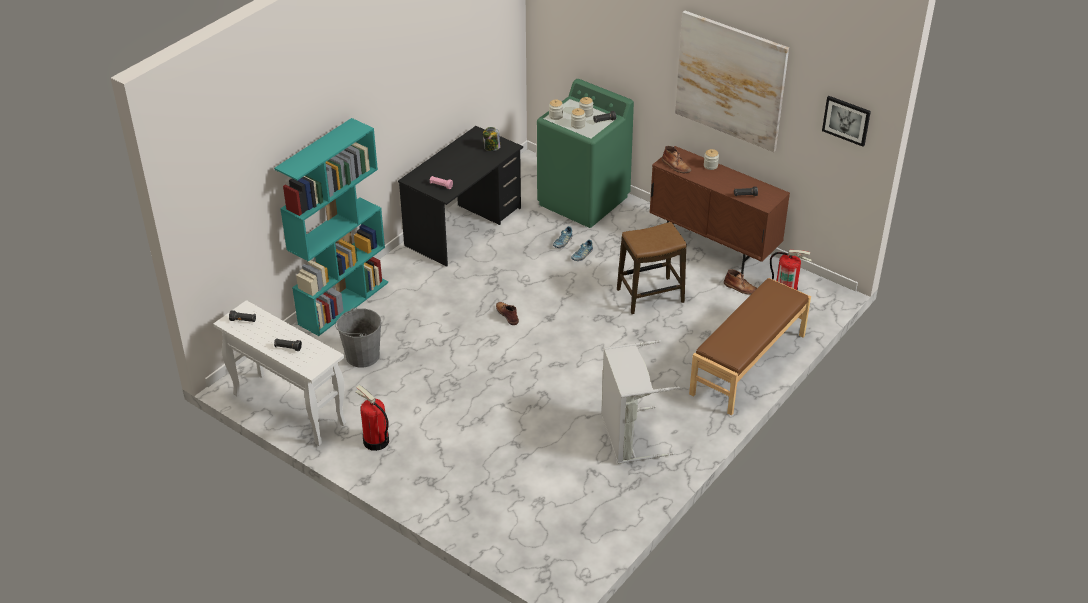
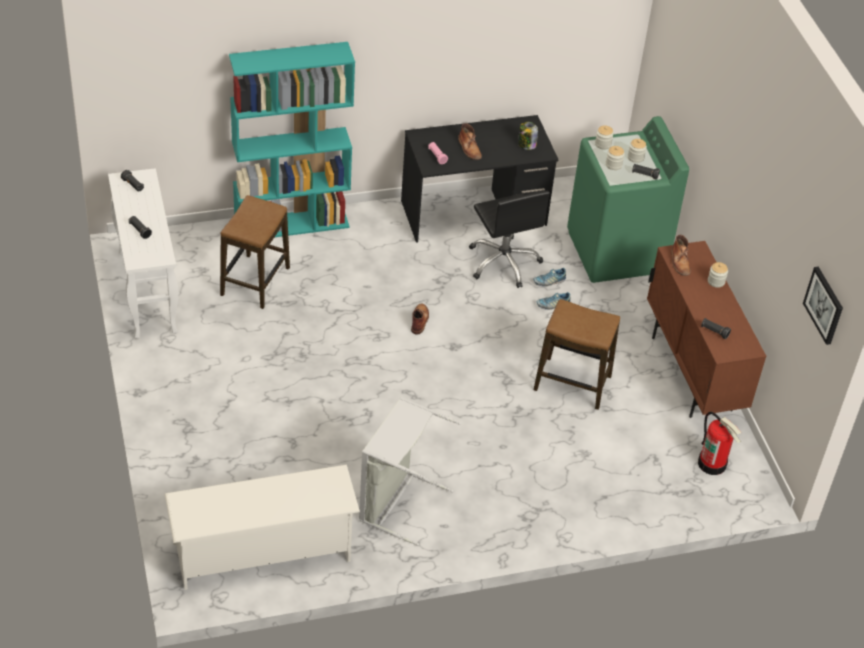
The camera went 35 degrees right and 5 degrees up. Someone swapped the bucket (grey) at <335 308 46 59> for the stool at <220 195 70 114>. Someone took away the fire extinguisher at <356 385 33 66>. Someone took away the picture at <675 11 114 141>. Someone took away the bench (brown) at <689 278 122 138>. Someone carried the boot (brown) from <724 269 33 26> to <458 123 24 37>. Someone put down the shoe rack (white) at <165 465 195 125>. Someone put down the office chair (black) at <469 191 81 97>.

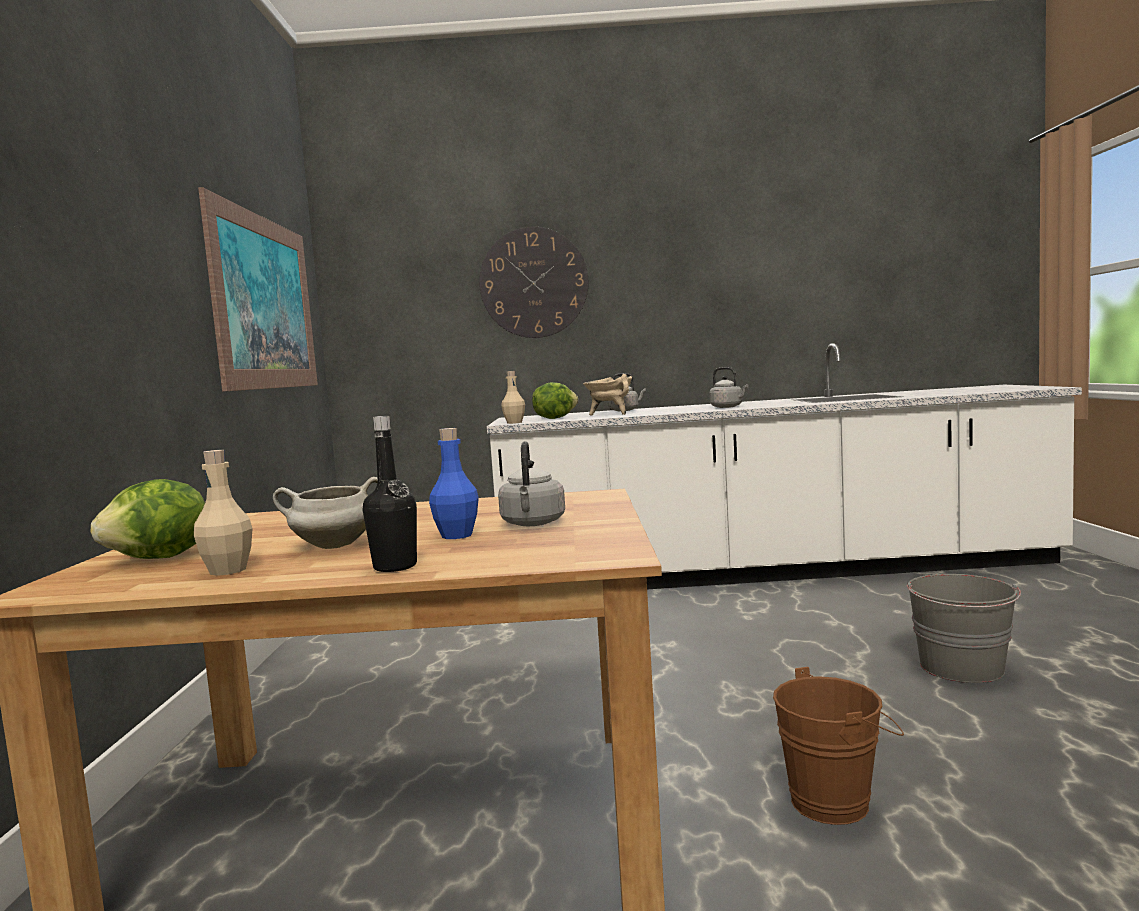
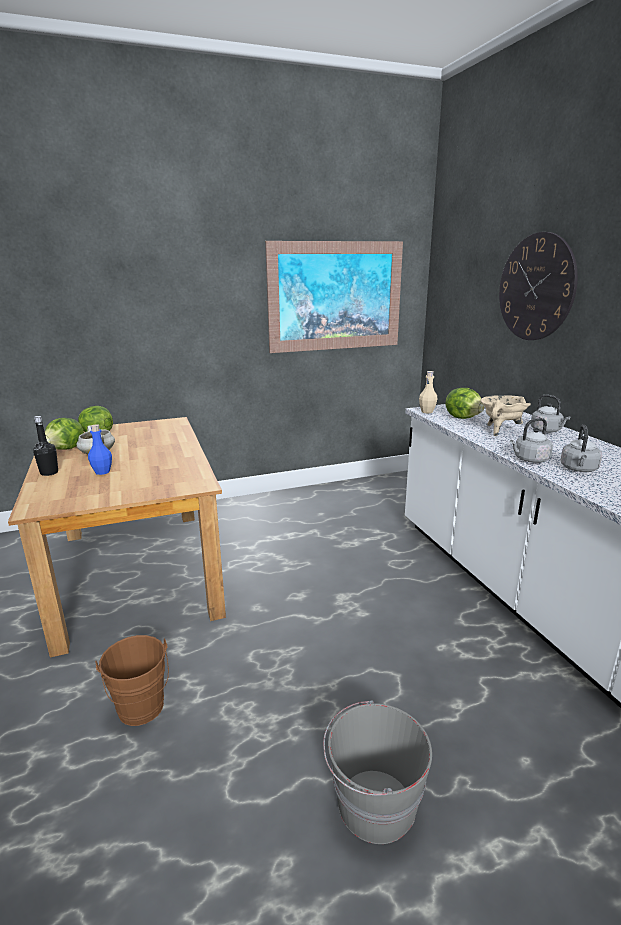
The camera went 70 degrees right and 15 degrees up. Someone swapped the bottle (beige) at <194 450 59 126> for the lettuce at <45 418 39 32>. Someone carried the kettle (grey) from <498 441 67 85> to <510 418 43 45>.

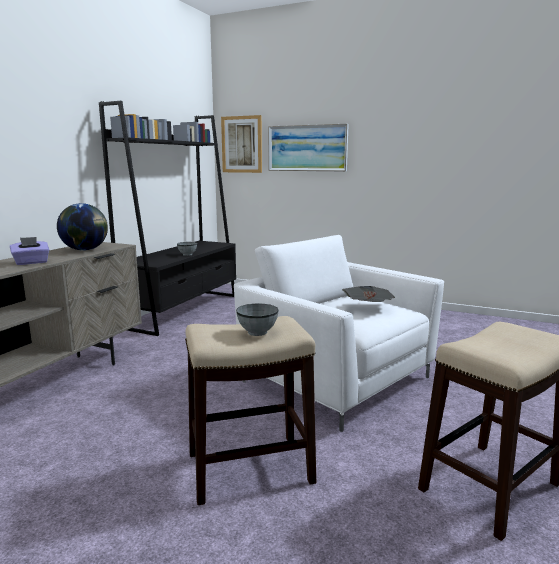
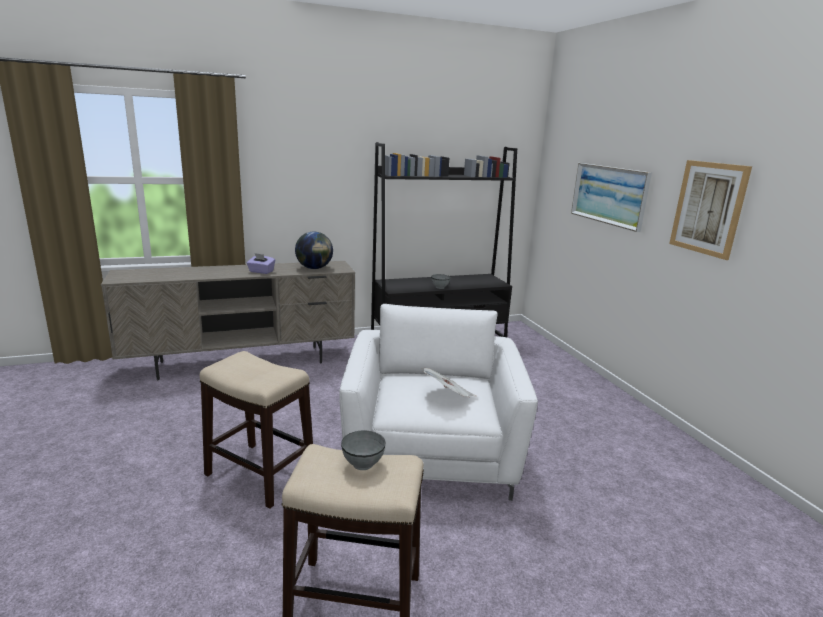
The camera went 45 degrees right and 5 degrees up. Someone carried the picture from <221 115 41 58> to <669 160 83 100>. Someone carried the bowl (grey) from <236 303 42 33> to <341 430 45 40>.

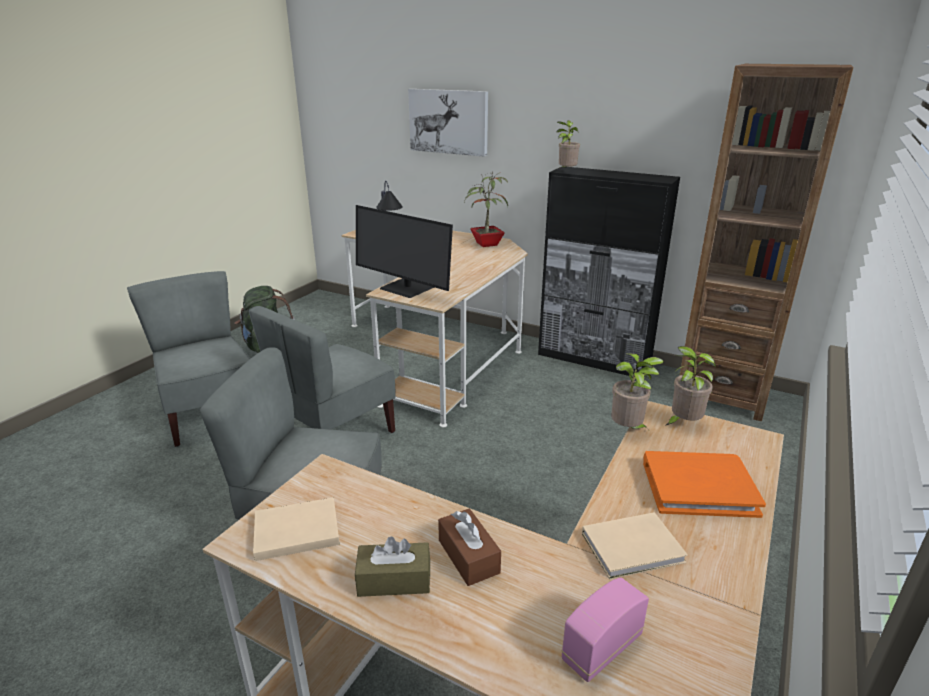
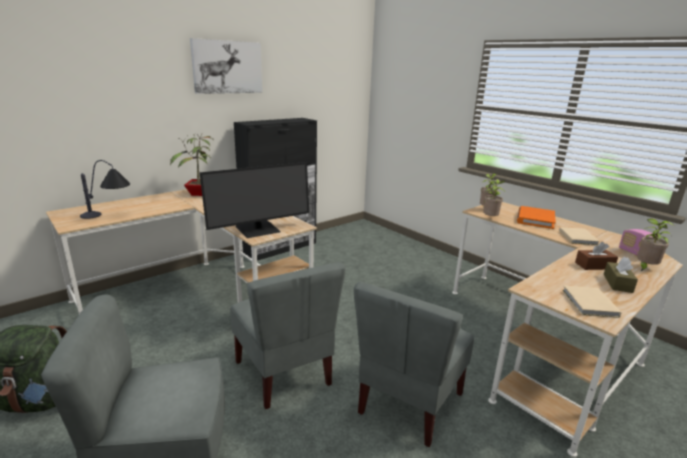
The camera went 70 degrees left and 5 degrees down. Someone carried the picture from <408 89 80 68> to <190 38 72 56>. Someone carried the potted plant from <556 120 24 49> to <637 219 38 53>. Someone took away the bookcase (brown) at <679 64 175 358>.

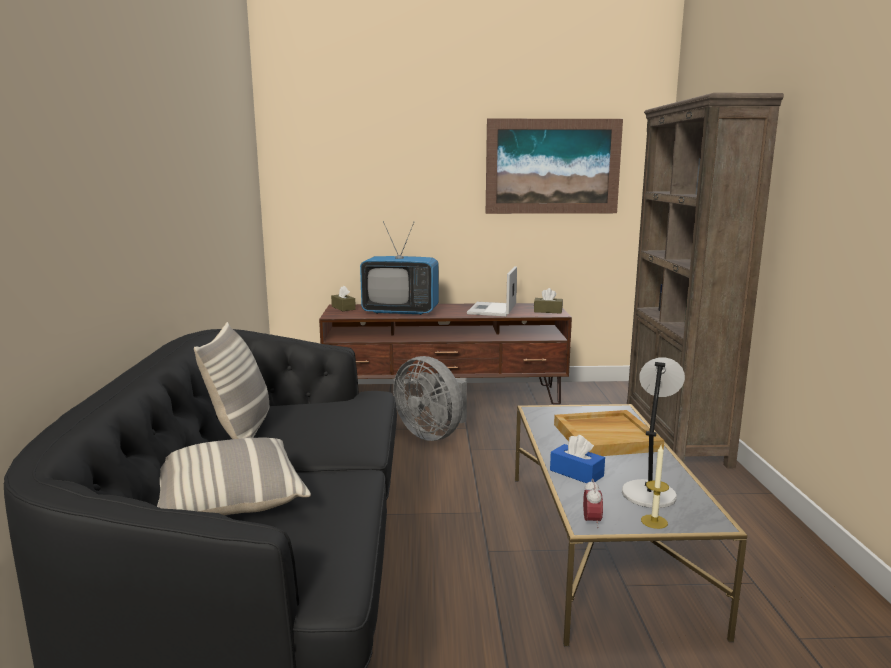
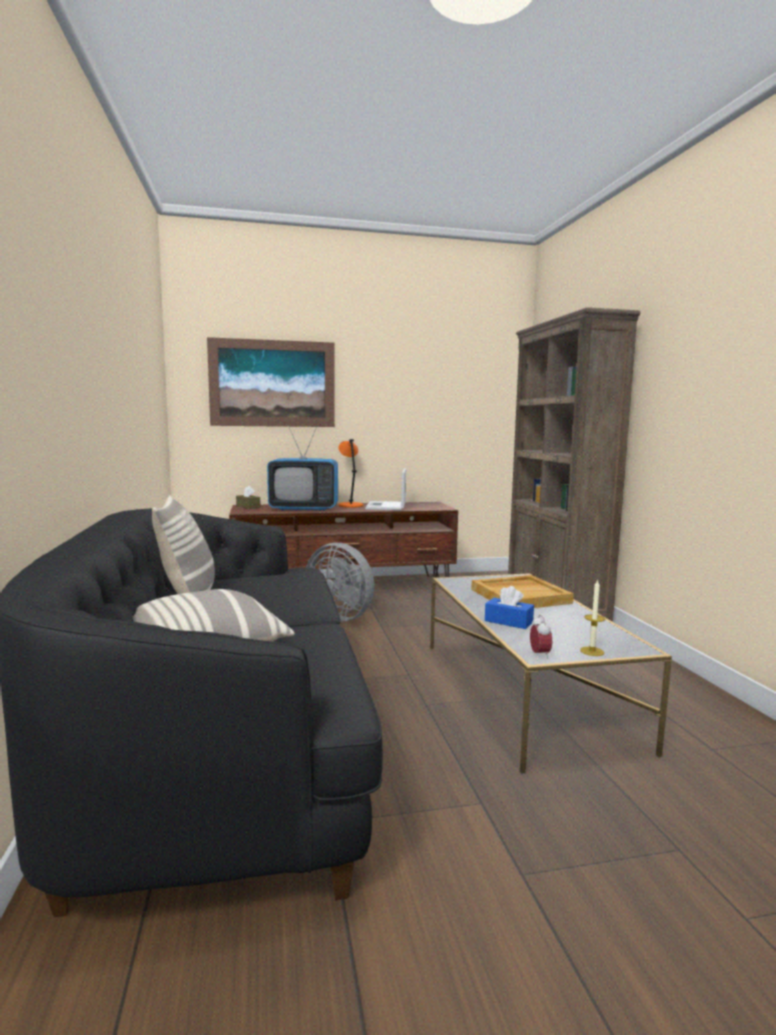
The camera went 10 degrees left and 5 degrees down. Someone carried the picture from <486 119 137 95> to <207 337 128 90>. Someone took away the tissue box (brown) at <534 288 29 25>. Someone took away the table lamp (grey) at <622 357 63 151>. Someone put down the table lamp (orange) at <339 439 25 69>.

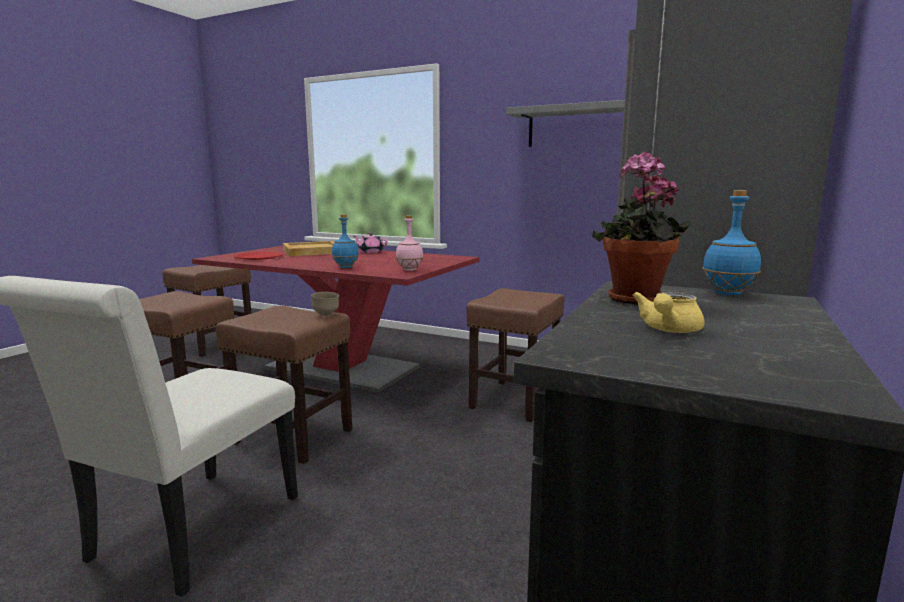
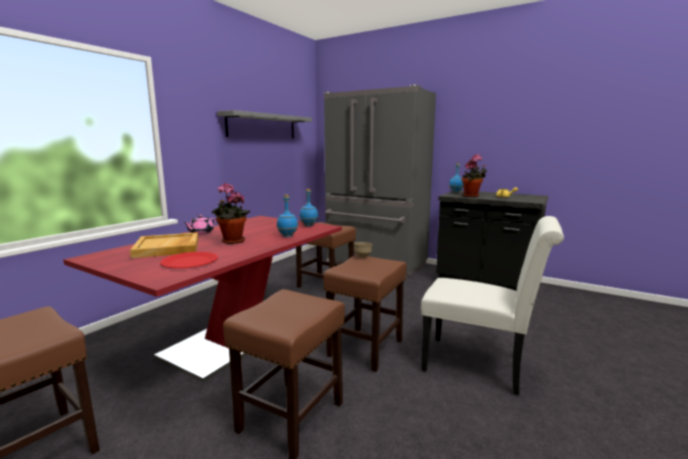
The camera went 85 degrees left and 0 degrees up. Someone repainted the bottle (pink) at <396 215 27 56>, which became the bottle (blue) at <300 189 18 37>. Someone put down the potted plant at <212 183 38 61>.

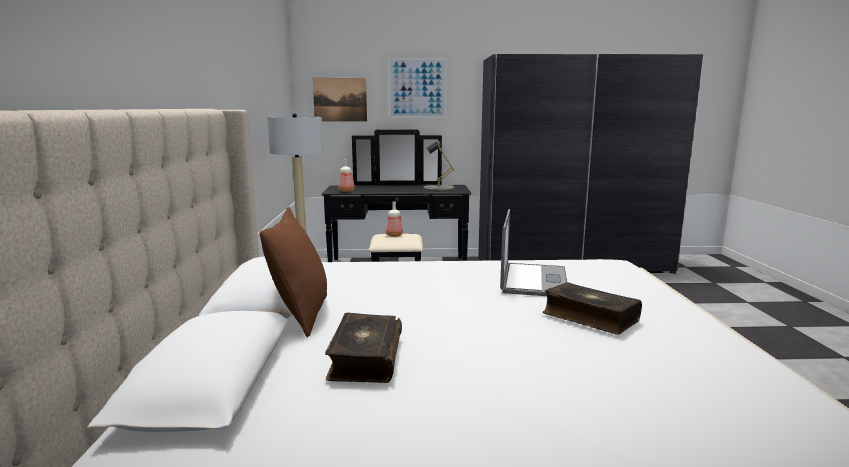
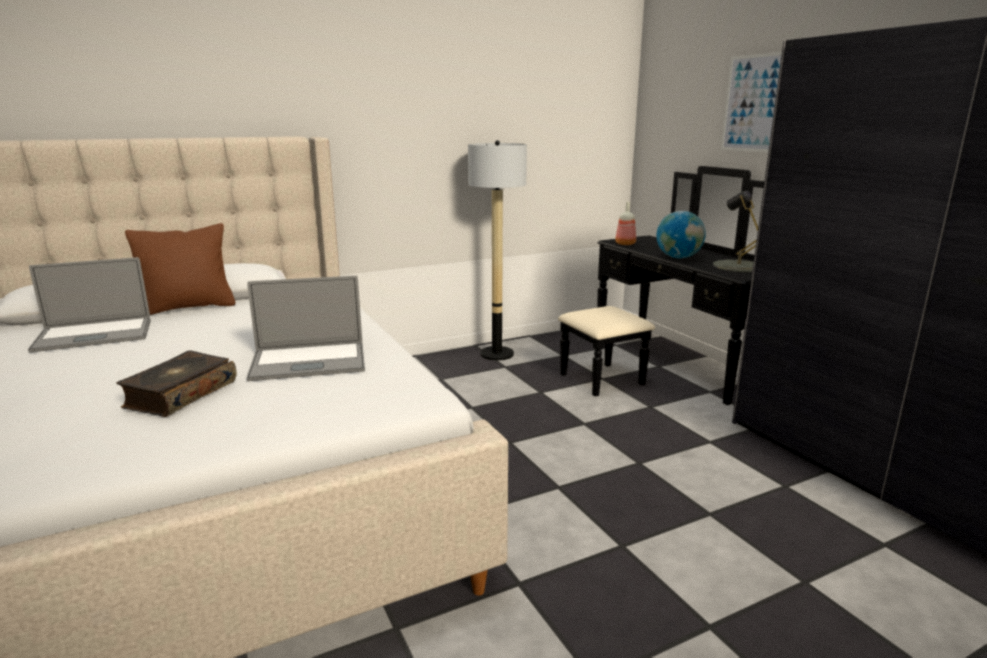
The camera went 65 degrees right and 5 degrees up. Someone took away the picture at <313 78 54 44>. Someone swapped the book at <325 313 77 70> for the laptop at <28 257 123 96>. Someone took away the bottle at <386 201 17 36>. Someone put down the globe at <657 211 49 47>.

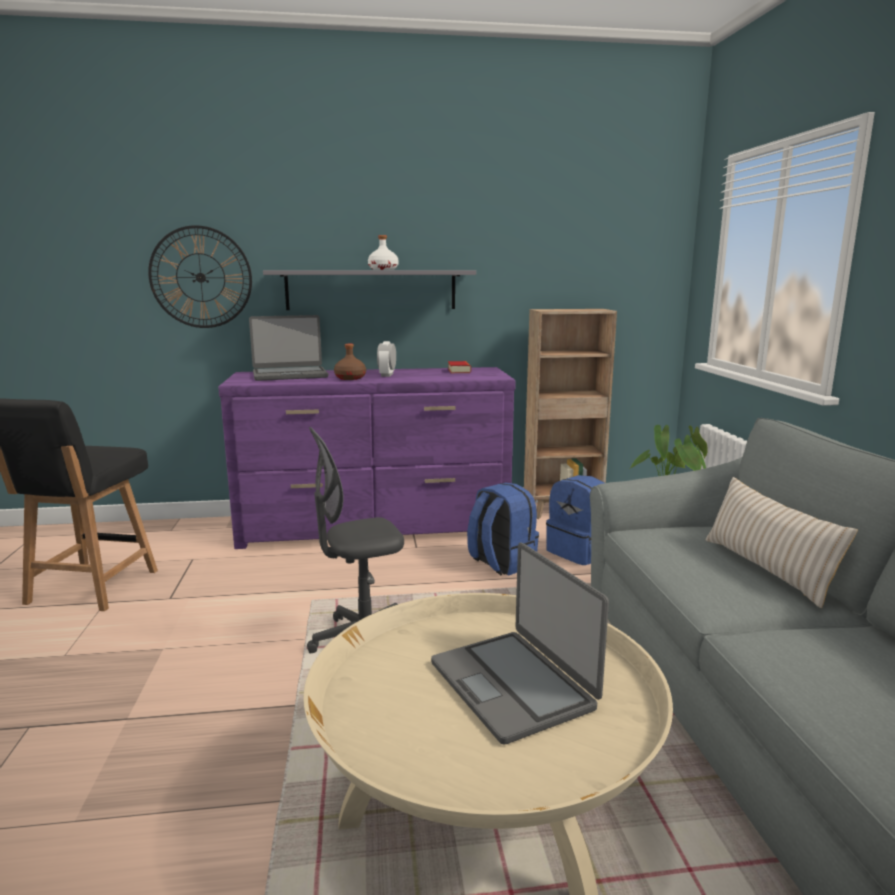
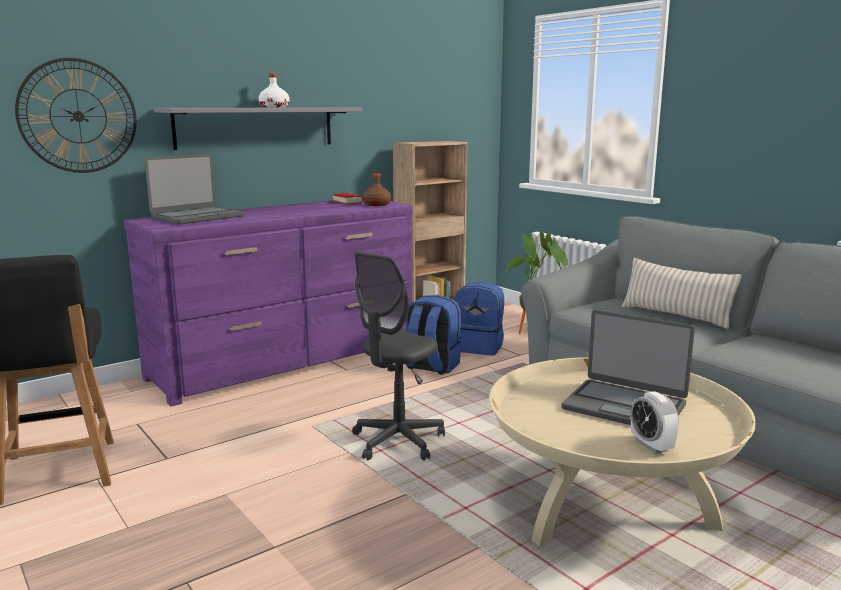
The camera went 30 degrees left and 0 degrees up. Someone carried the bottle (brown) from <334 344 32 36> to <363 174 28 32>. Someone carried the alarm clock from <377 341 19 36> to <631 392 48 62>.

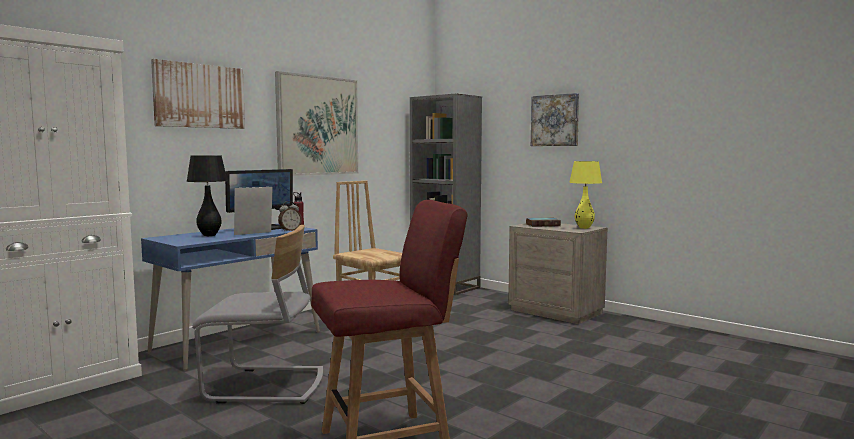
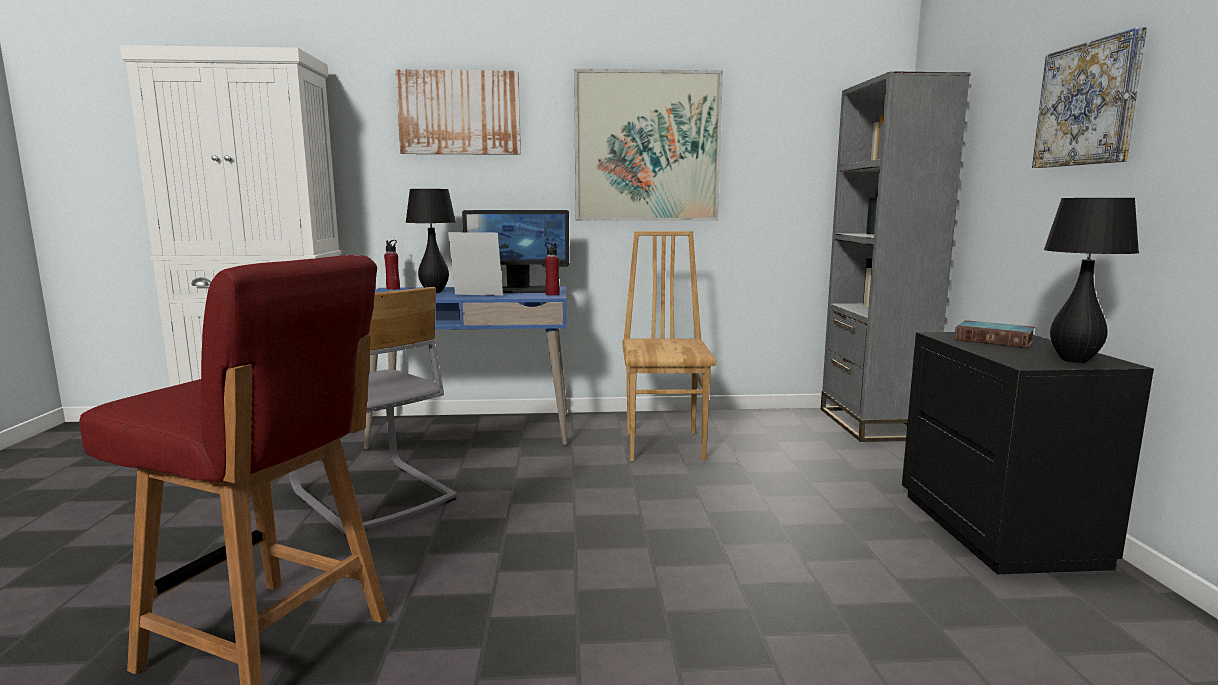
The camera went 45 degrees right and 5 degrees up. Someone took away the alarm clock at <278 201 24 31>. Someone repainted the nightstand (beige) at <508 223 100 101>, which became the nightstand (black) at <902 332 252 242>. Someone repainted the table lamp (yellow) at <569 161 33 68>, which became the table lamp (black) at <1043 198 96 165>. Someone put down the bottle (red) at <384 240 16 50>.

